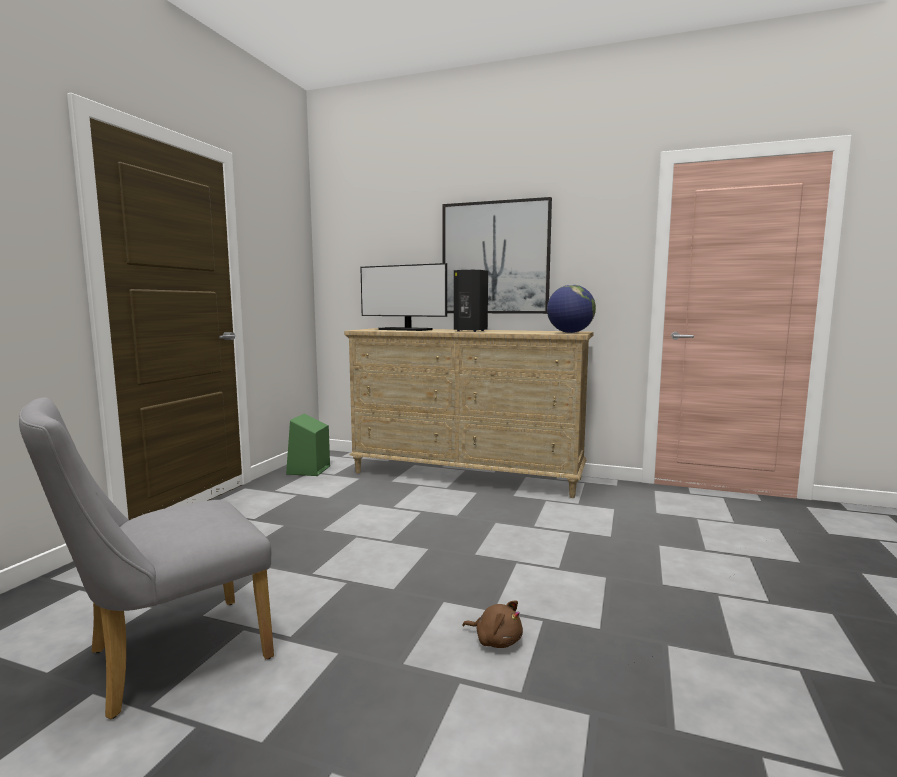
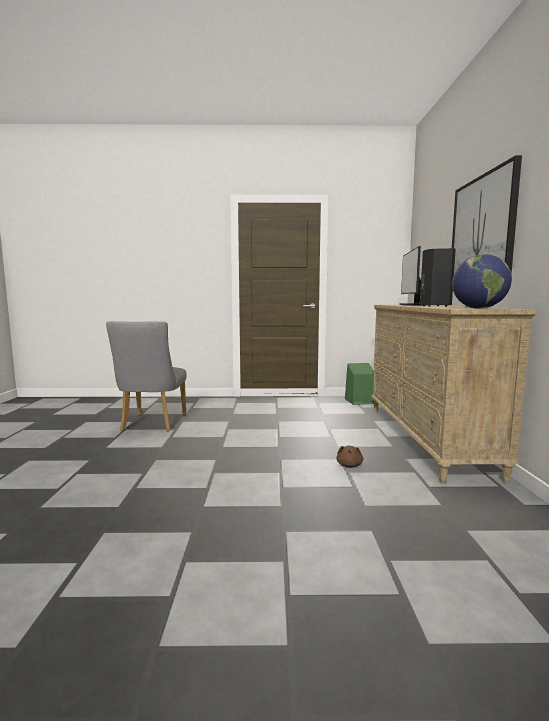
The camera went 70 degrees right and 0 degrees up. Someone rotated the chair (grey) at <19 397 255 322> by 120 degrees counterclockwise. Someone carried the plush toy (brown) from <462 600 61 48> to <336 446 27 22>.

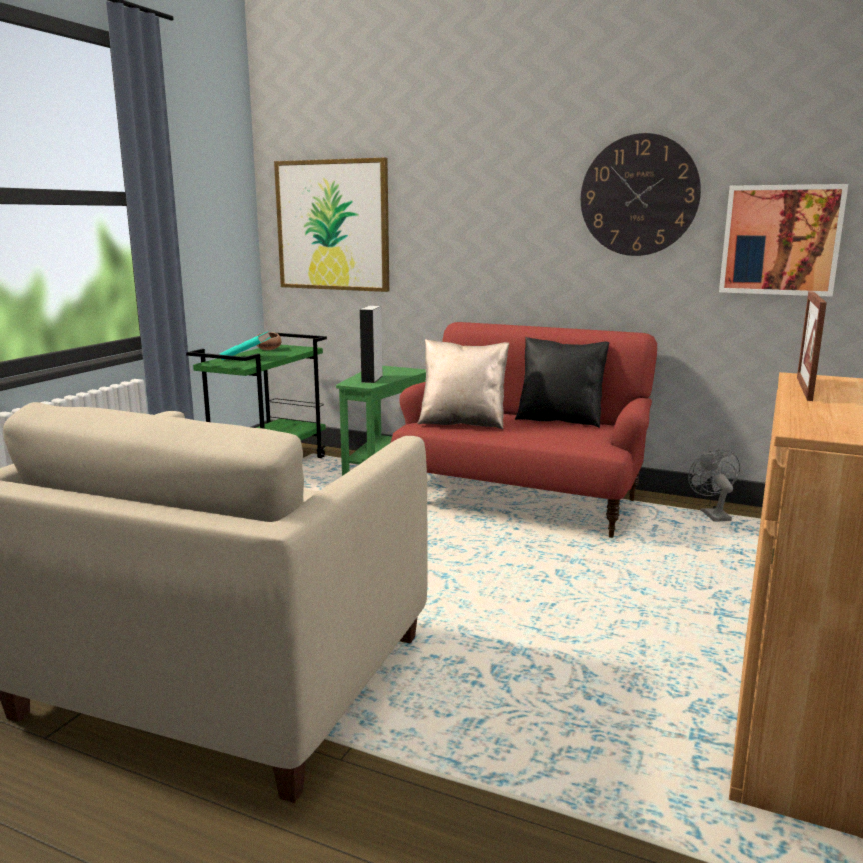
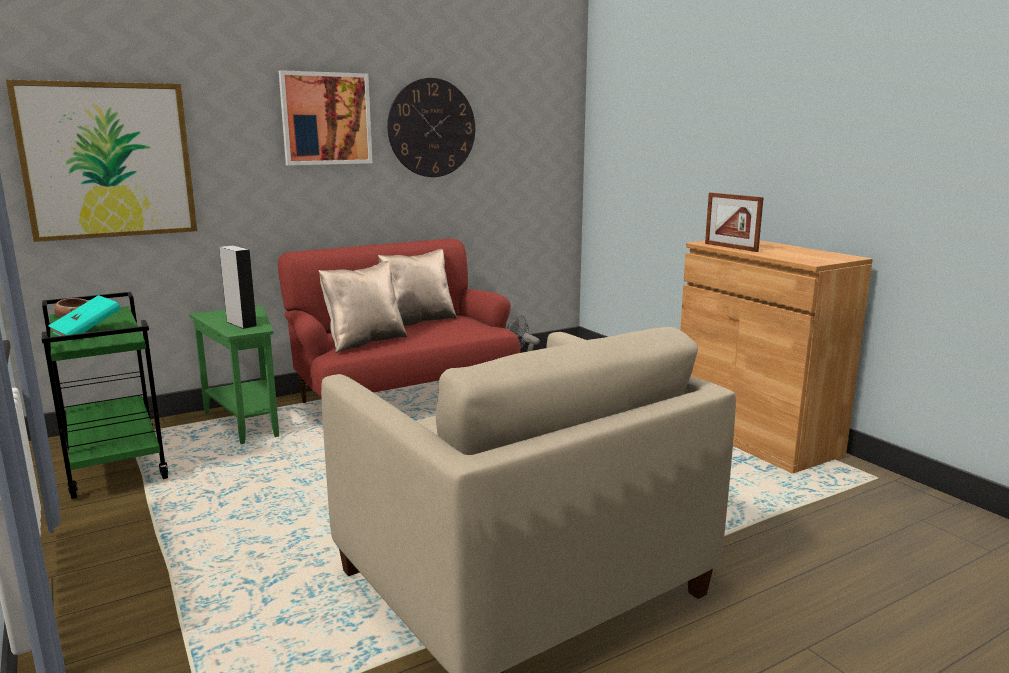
The camera went 55 degrees left and 0 degrees up. Someone repainted the pillow (black) at <515 337 94 91>, which became the pillow (beige) at <378 249 79 77>. Someone carried the picture from <719 184 129 113> to <279 70 93 95>.

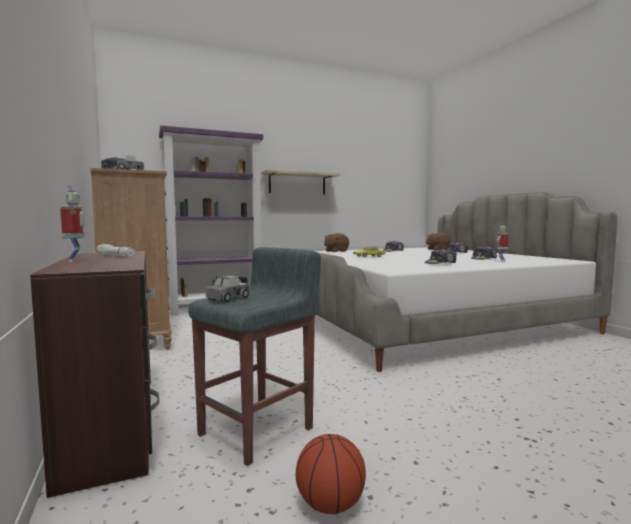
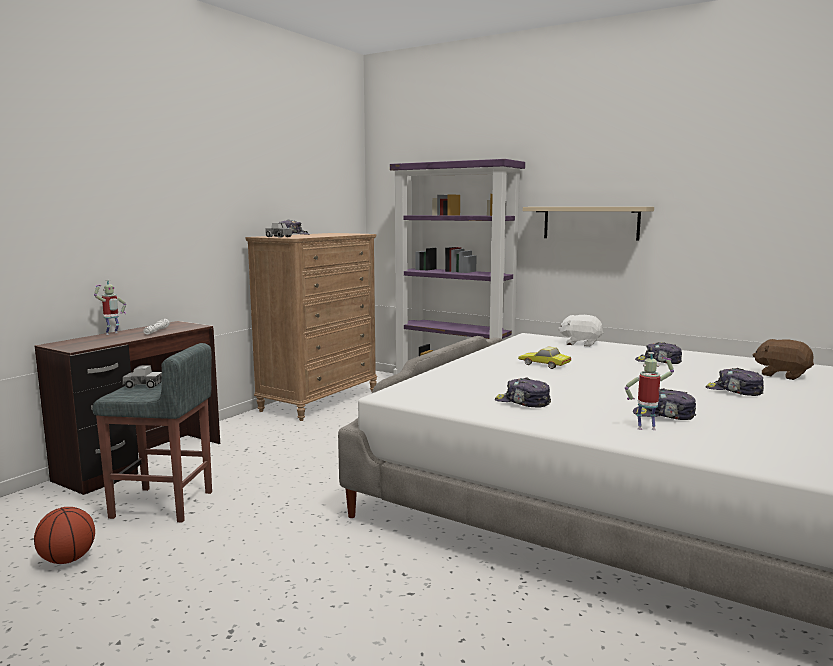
The camera went 55 degrees right and 5 degrees up. Someone repainted the plush toy (brown) at <324 233 25 19>, which became the plush toy (white) at <558 315 45 32>.

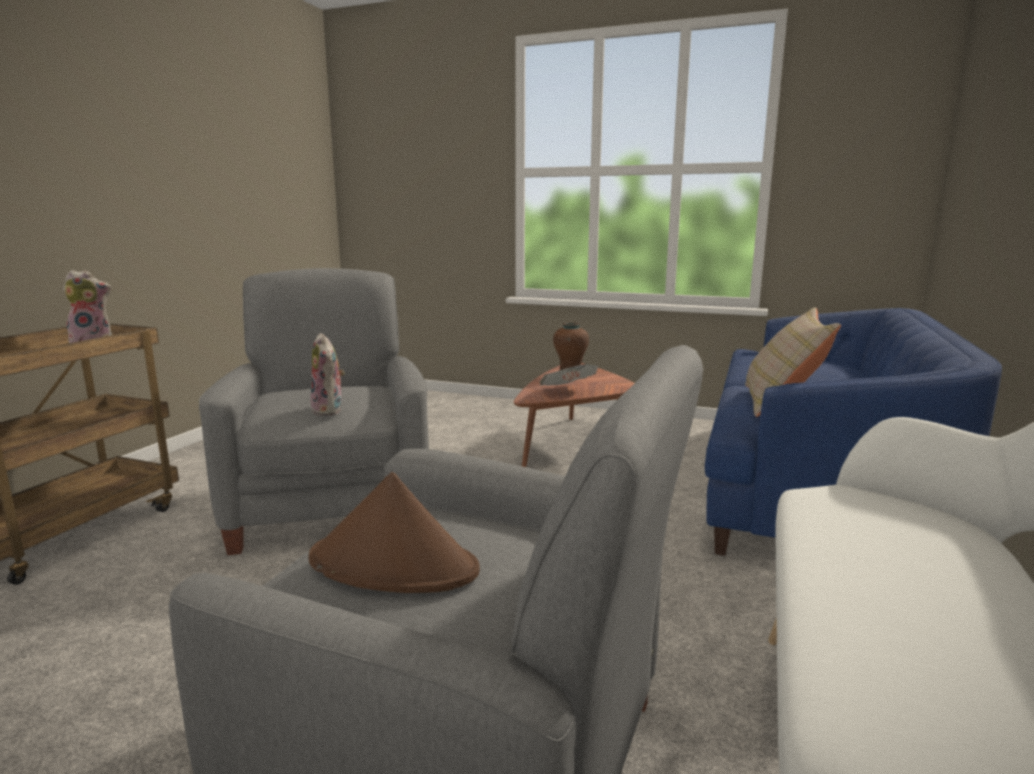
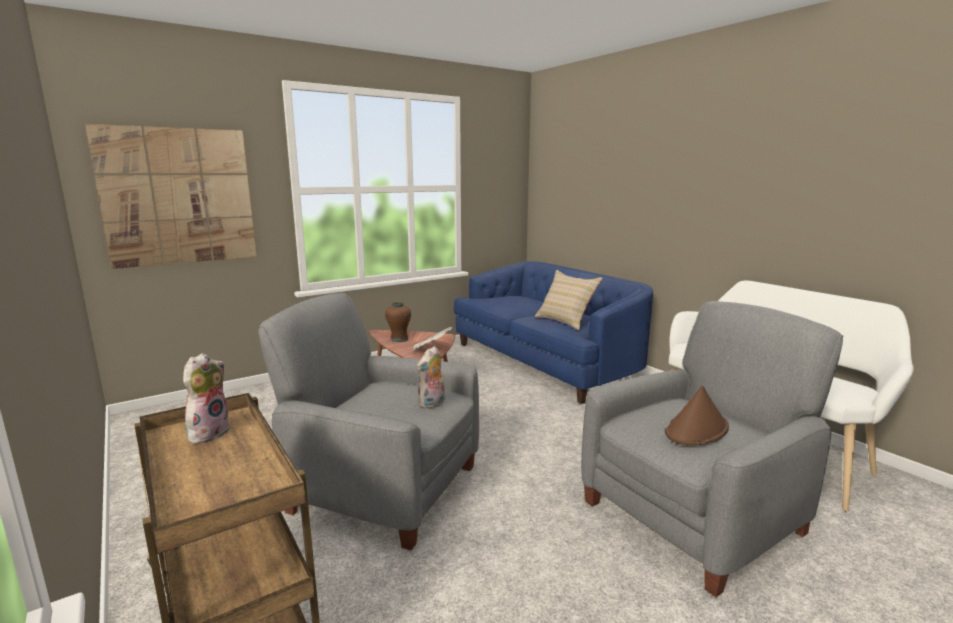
The camera went 55 degrees left and 0 degrees up. Someone rotated the plush toy at <310 333 35 83> by 120 degrees clockwise. Someone put up the picture at <85 124 172 145>.

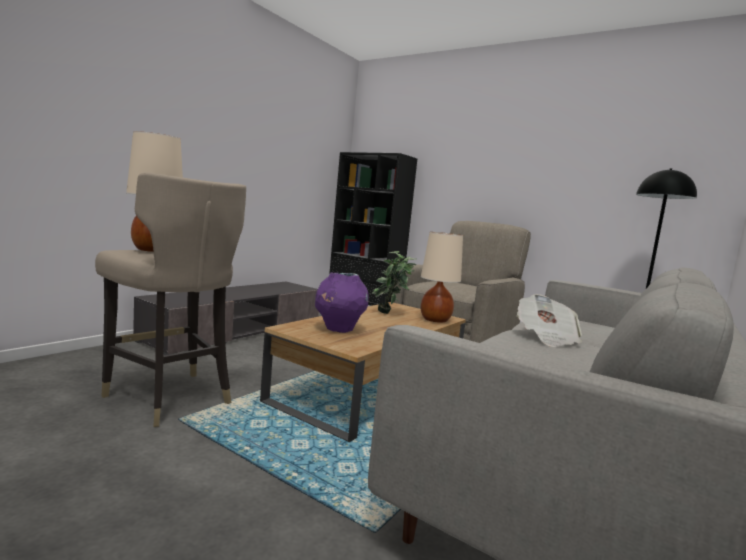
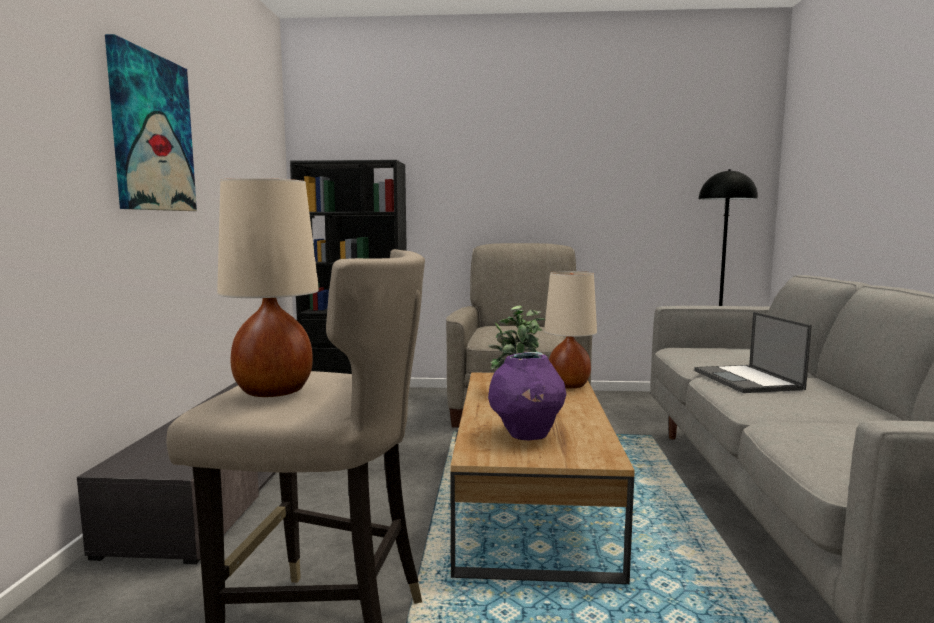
The camera went 30 degrees left and 0 degrees up. Someone swapped the newspaper at <517 294 65 53> for the laptop at <694 312 118 81>. Someone put up the picture at <105 34 92 177>.

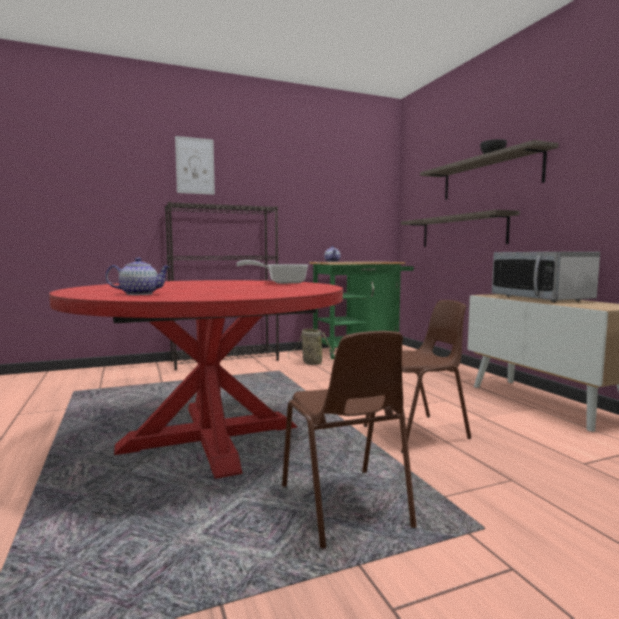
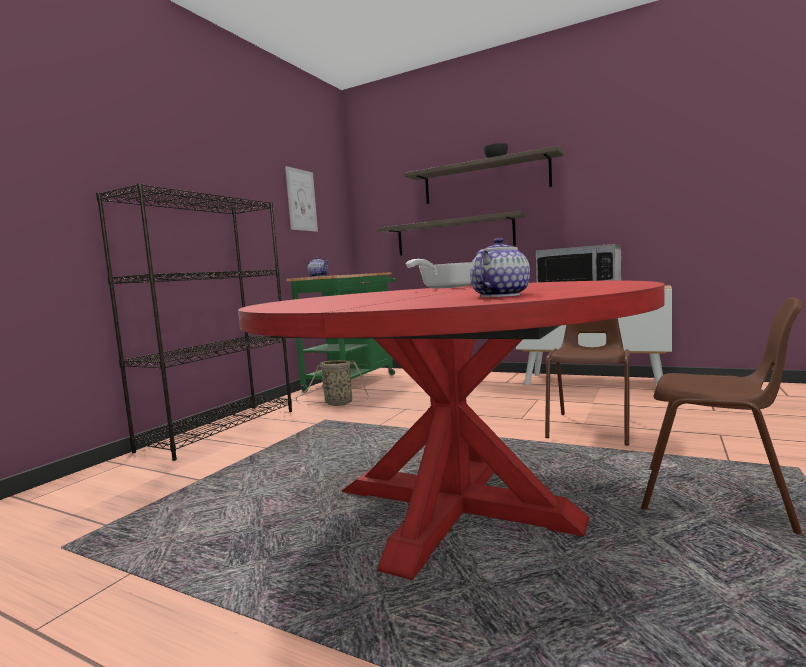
The camera went 40 degrees left and 0 degrees up. Someone carried the picture from <175 136 40 59> to <285 166 33 66>.

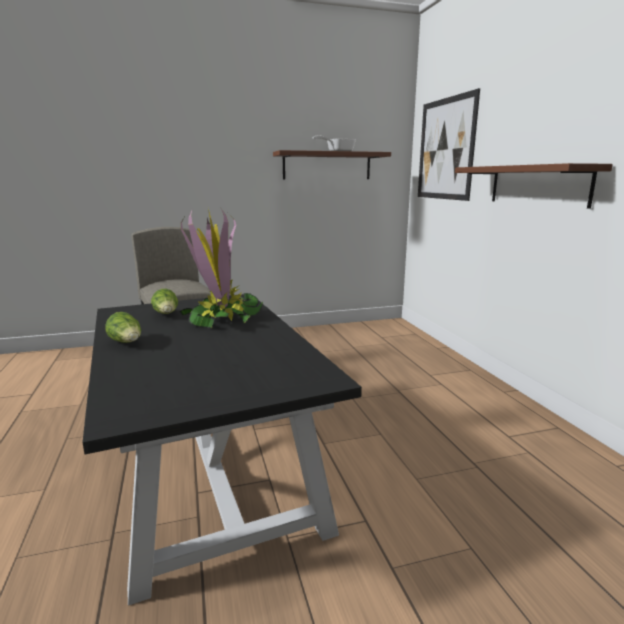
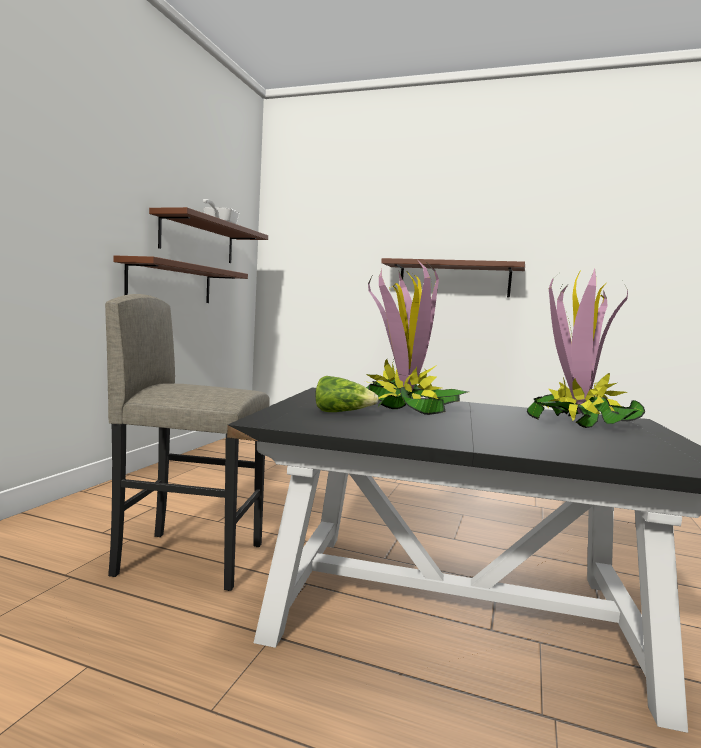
The camera went 55 degrees left and 10 degrees down. Someone took away the lettuce at <105 312 36 31>. Someone took away the picture at <418 88 62 113>. Someone put up the shelf (brown) at <114 255 134 48>. Someone put down the potted plant at <527 269 118 159>.

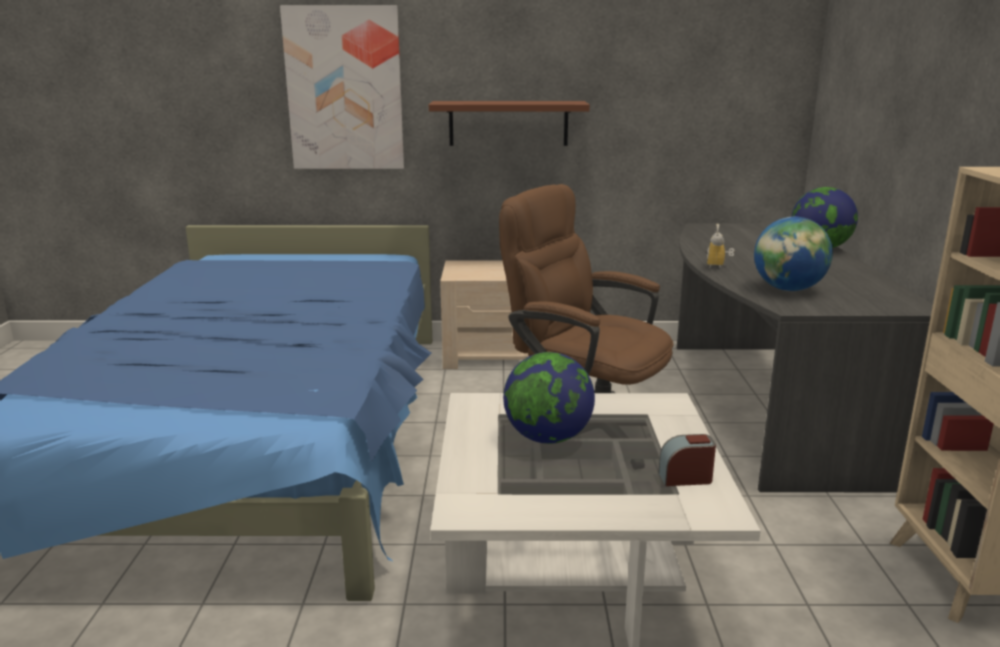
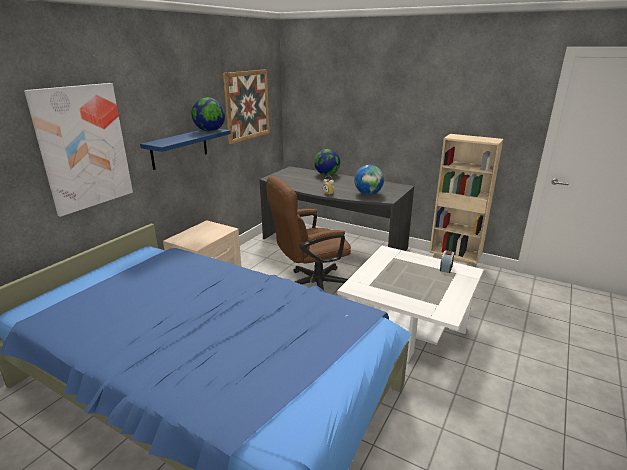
The camera went 60 degrees left and 5 degrees up. Someone repainted the shelf (brown) at <429 101 161 45>, which became the shelf (blue) at <140 129 91 41>. Someone carried the globe from <503 352 92 92> to <192 98 33 34>. Someone put up the picture at <223 69 47 75>.

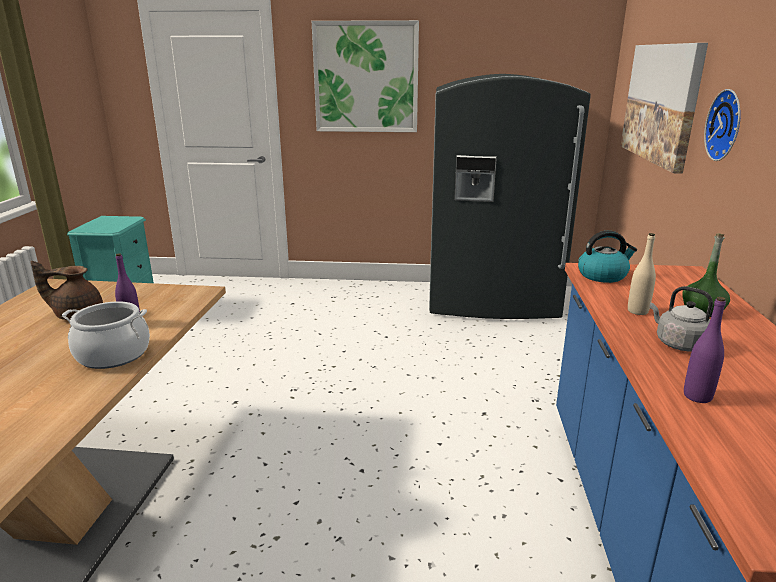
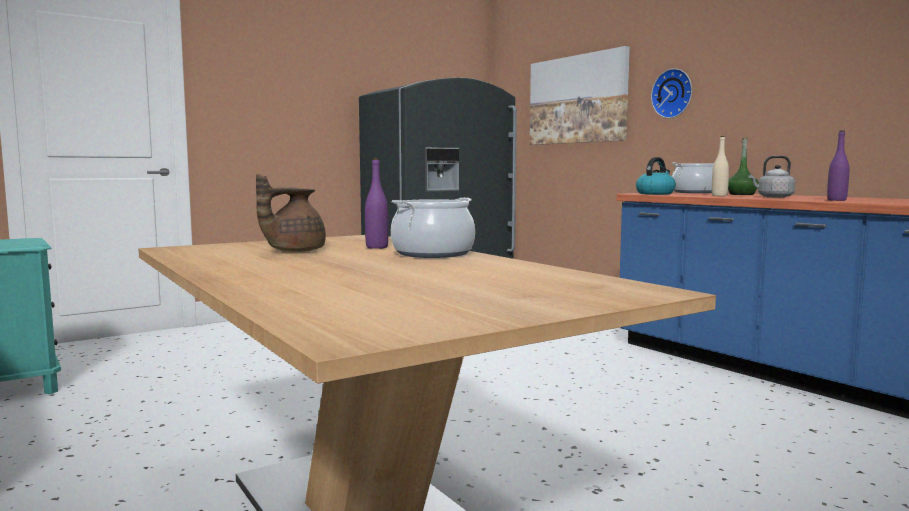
The camera went 40 degrees left and 15 degrees down. Someone took away the picture at <312 20 107 112>. Someone put down the cooking pot at <671 163 43 30>.

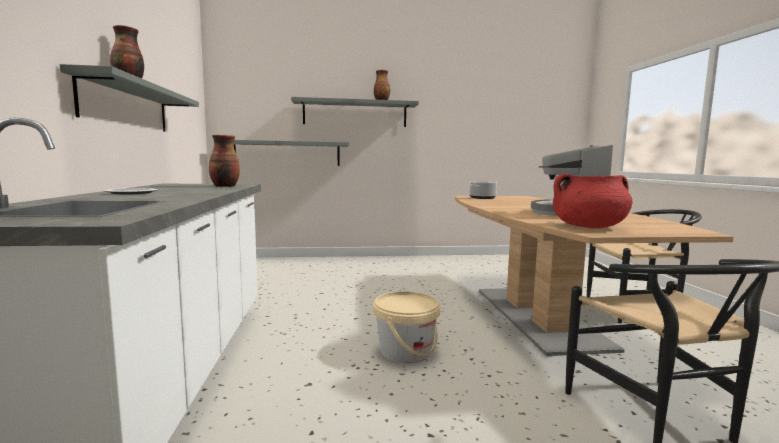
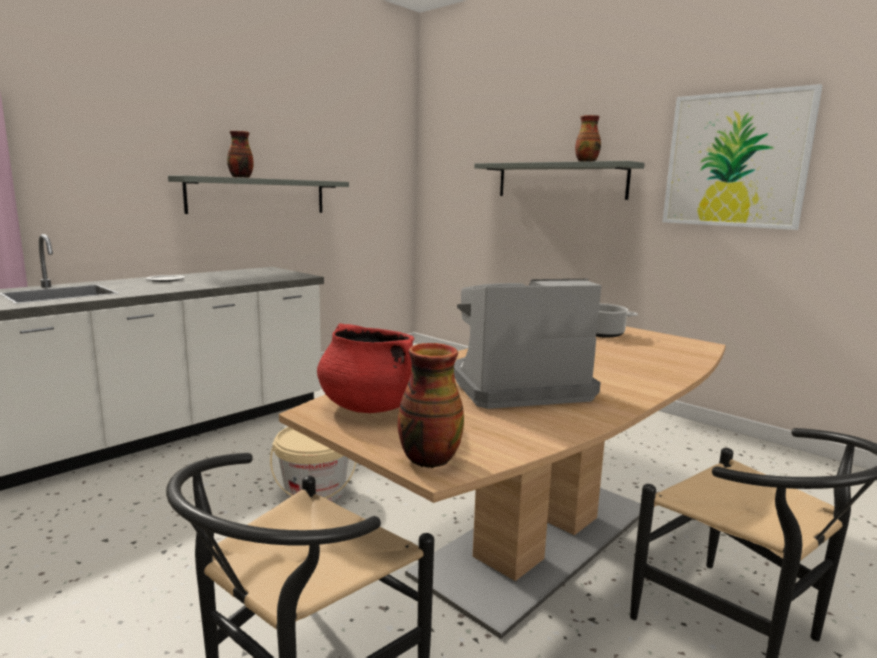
The camera went 50 degrees right and 5 degrees up. Someone carried the vase from <209 135 31 52> to <398 343 66 125>. Someone took away the shelf (grey) at <234 140 114 26>. Someone put up the picture at <663 84 160 146>.

